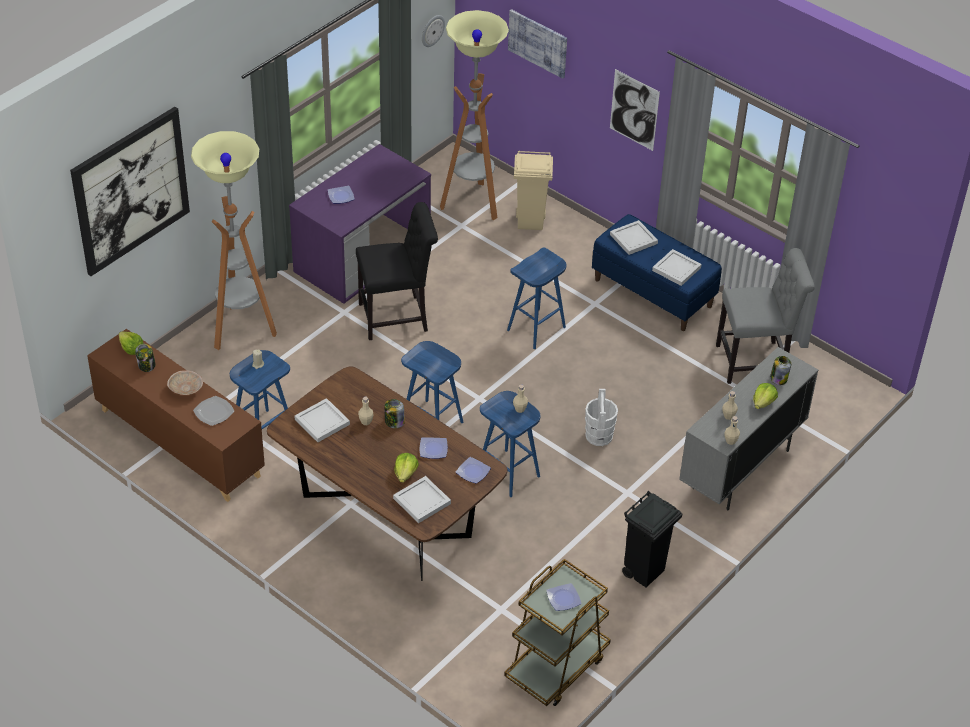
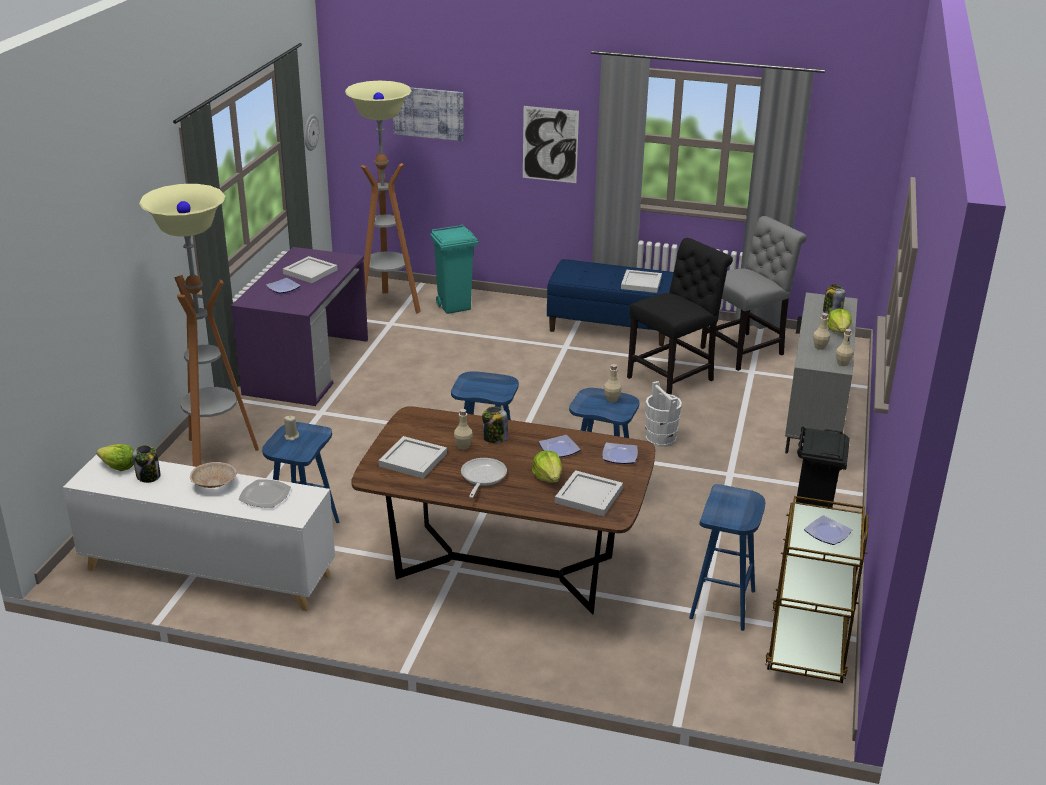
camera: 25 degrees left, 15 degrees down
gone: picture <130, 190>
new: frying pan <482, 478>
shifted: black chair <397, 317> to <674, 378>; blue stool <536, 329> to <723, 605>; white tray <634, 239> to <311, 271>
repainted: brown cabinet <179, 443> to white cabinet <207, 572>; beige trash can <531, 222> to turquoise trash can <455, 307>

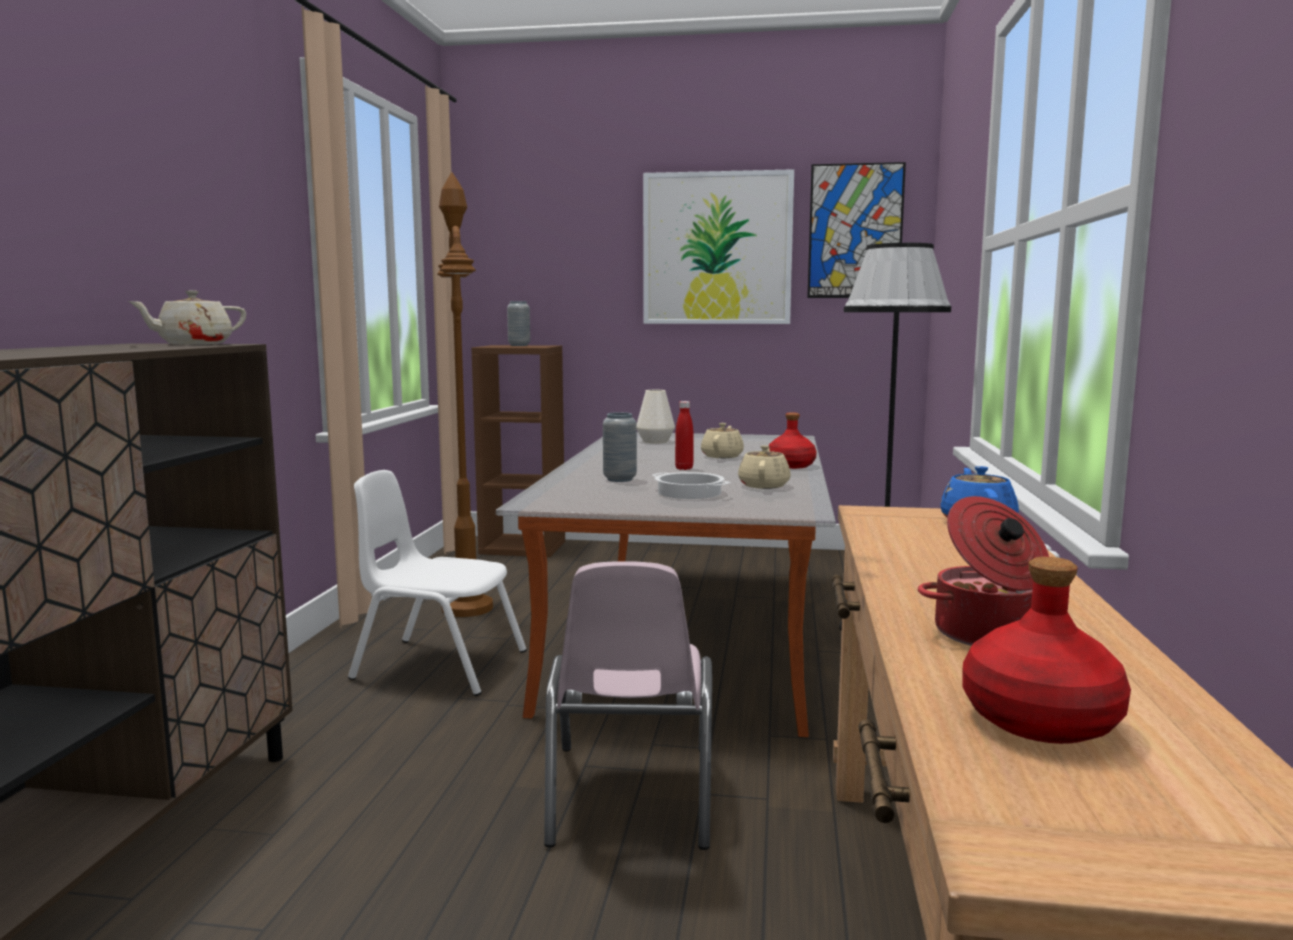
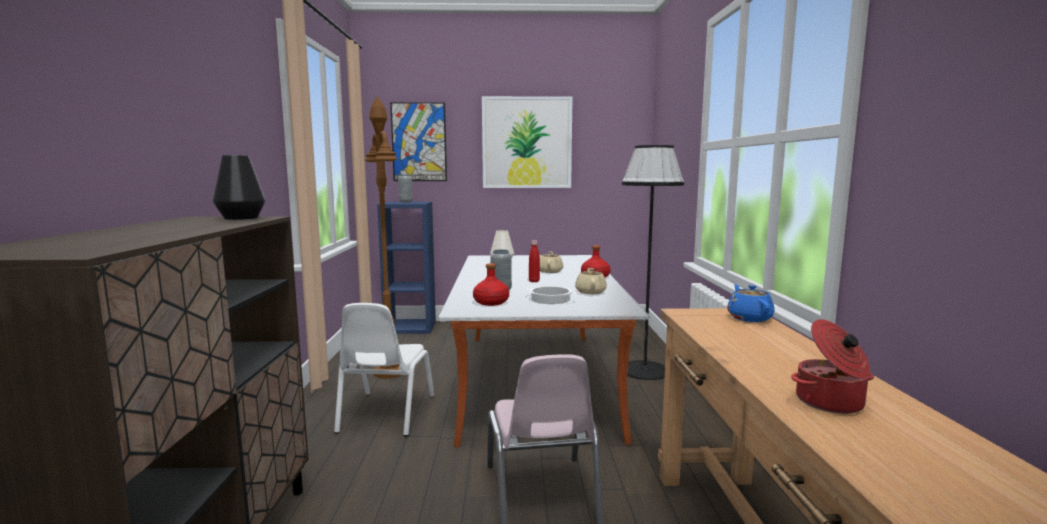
camera: 10 degrees left, 0 degrees up
shifted: picture <855, 231> to <419, 142>; red bottle <1038, 720> to <490, 302>
swapped: beige teapot <194, 344> to black vase <241, 218>
repainted: brown bookcase <524, 547> to blue bookcase <411, 327>
rotated: white chair <439, 665> = <386, 414> 90 degrees counterclockwise

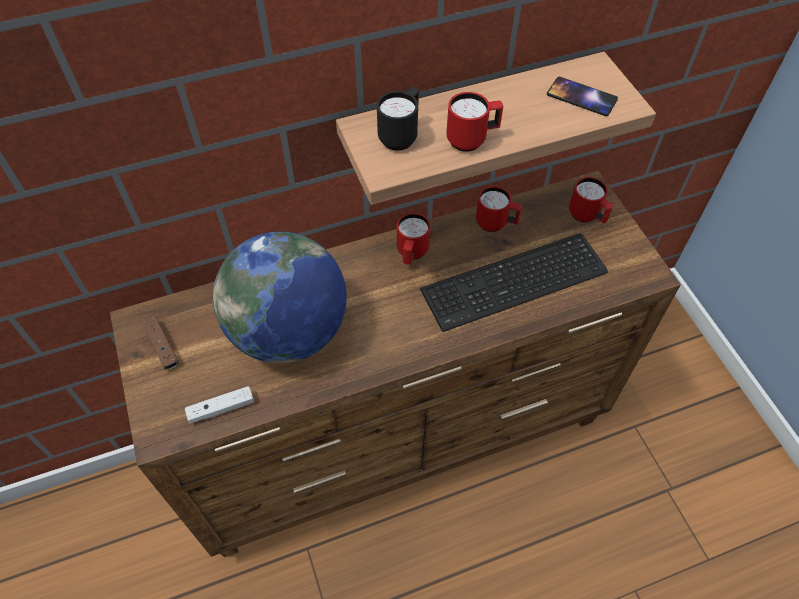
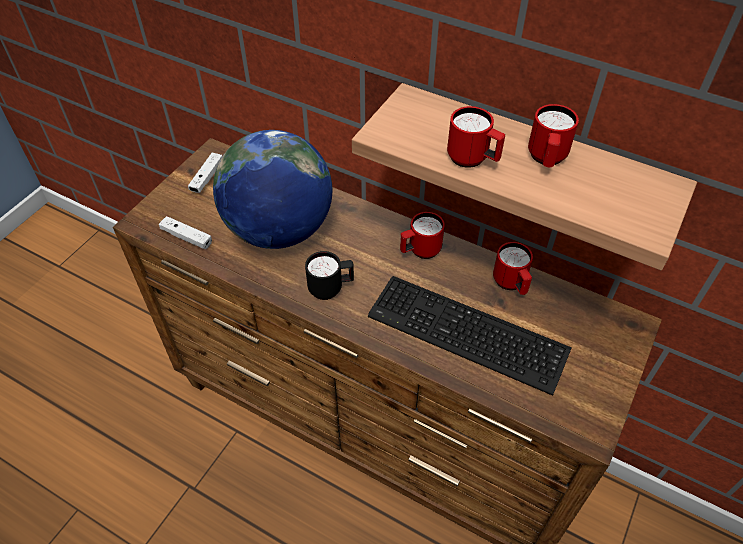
camera: 50 degrees right, 5 degrees down
gone: phone <581, 97>
shifted: black mug <401, 136> to <331, 288>; red mug <587, 217> to <546, 160>
repainted: brown game controller <162, 346> to white game controller <207, 177>

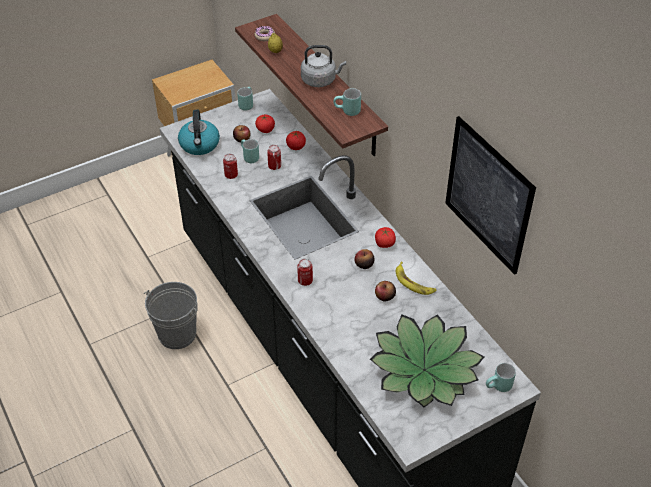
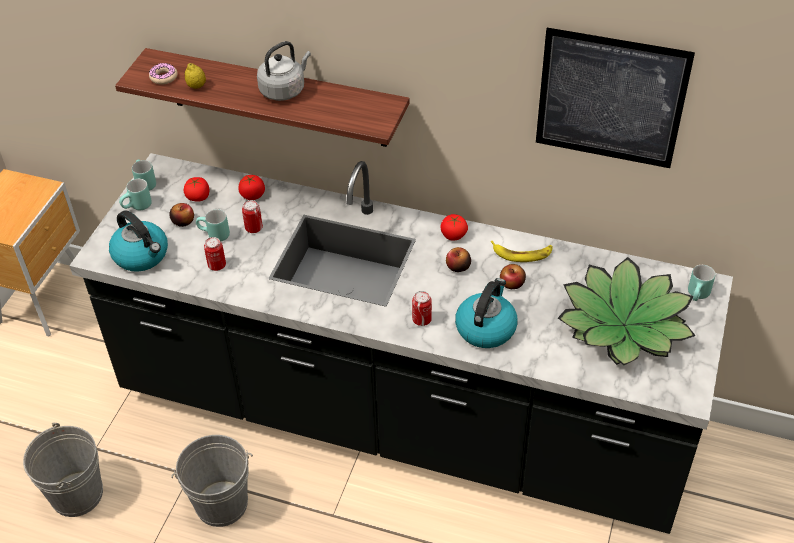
camera: 40 degrees left, 0 degrees up
new: grey bucket <77, 494>; kettle <486, 328>
shifted: turquoise mug <347, 112> to <138, 207>

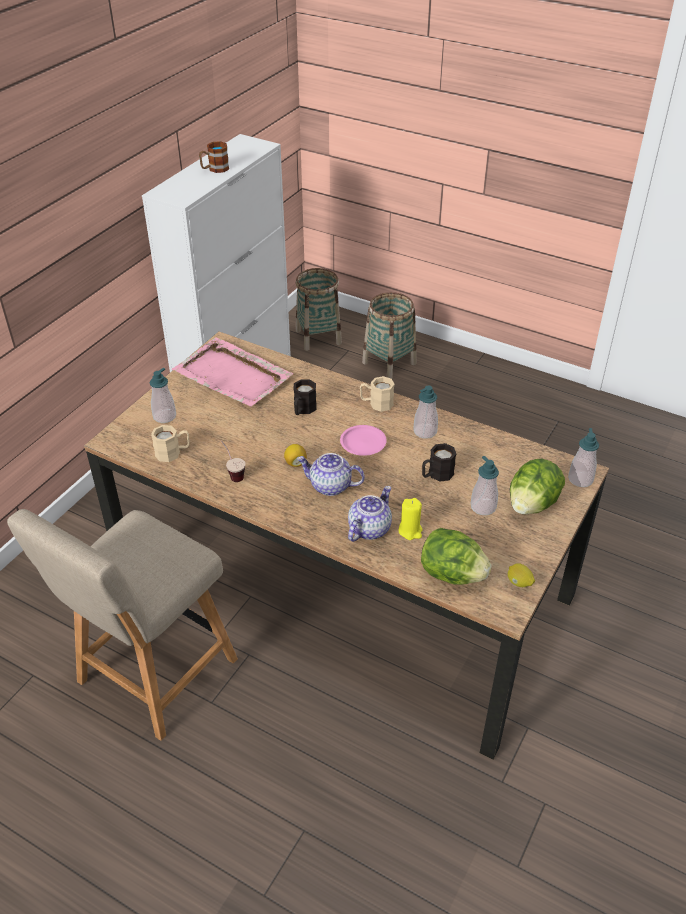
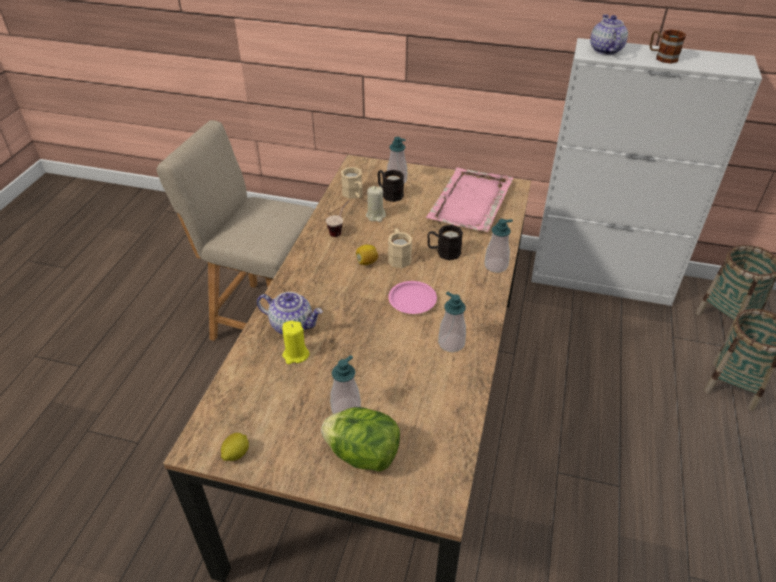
camera: 75 degrees right, 0 degrees up
gone: lettuce <452, 574>
new: beige candle <376, 216>
shifted: teapot <330, 486> to <605, 50>; beige mug <376, 403> to <398, 256>; black mug <436, 475> to <389, 194>; soap dispenser <580, 479> to <496, 266>

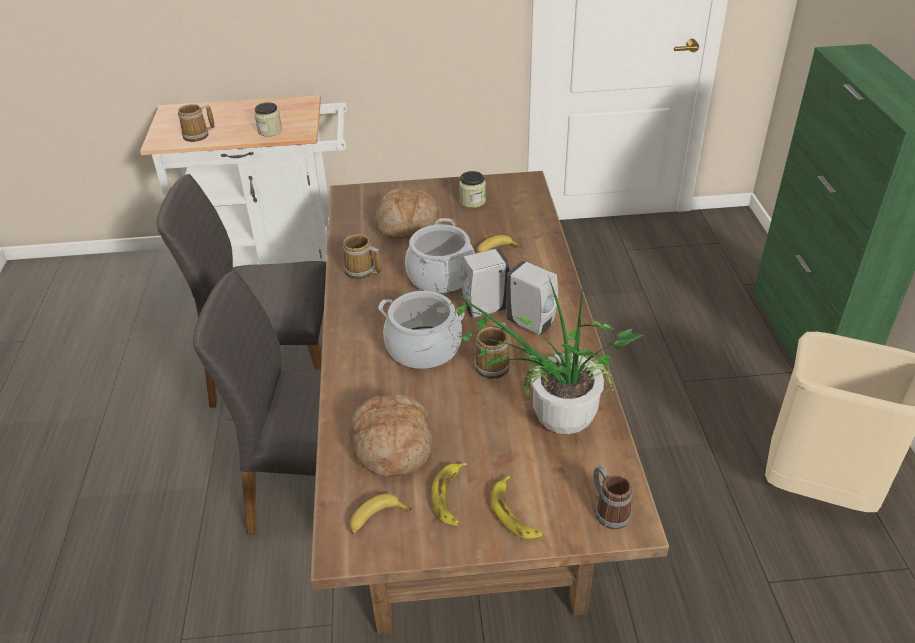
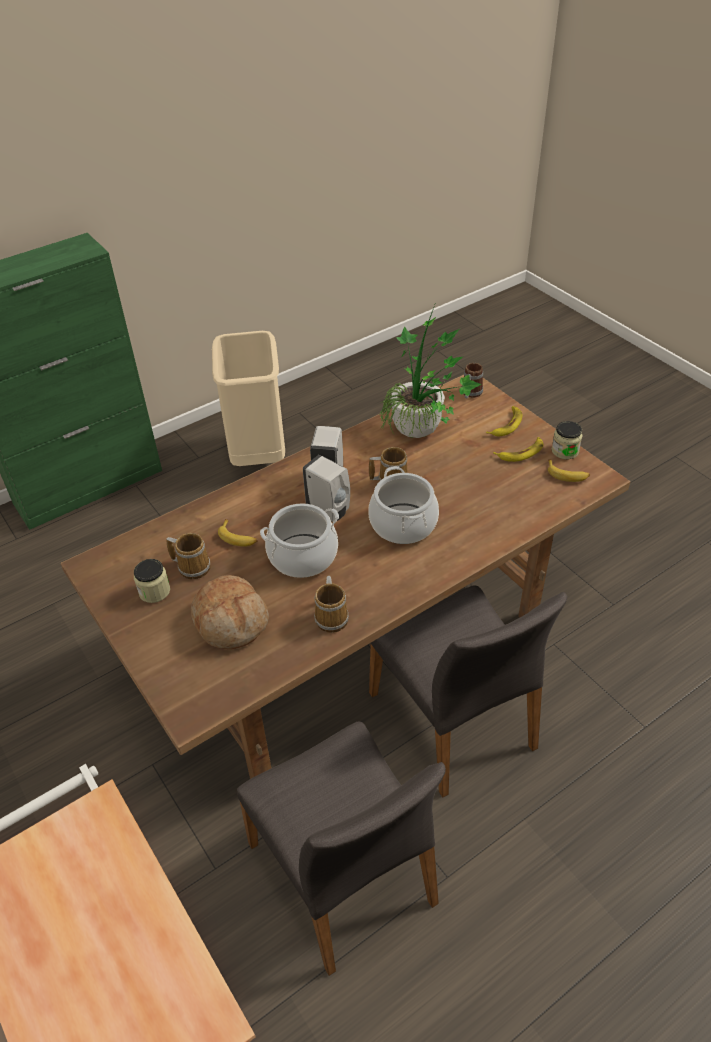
camera: 120 degrees left, 5 degrees up
gone: bread <391, 445>
shifted: mug <198, 135> to <193, 566>; jar <270, 131> to <565, 451>

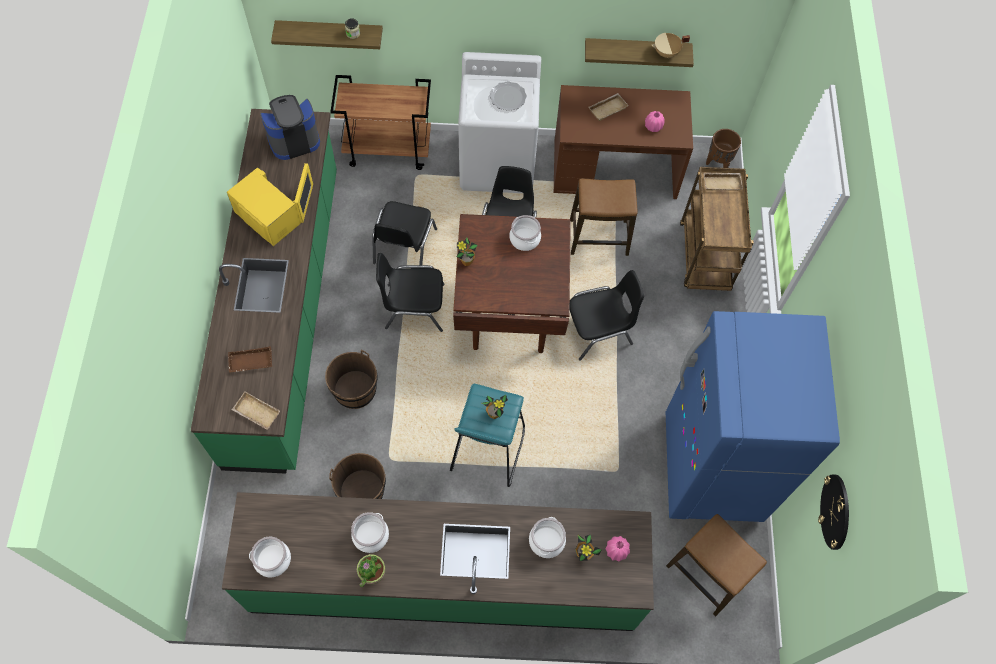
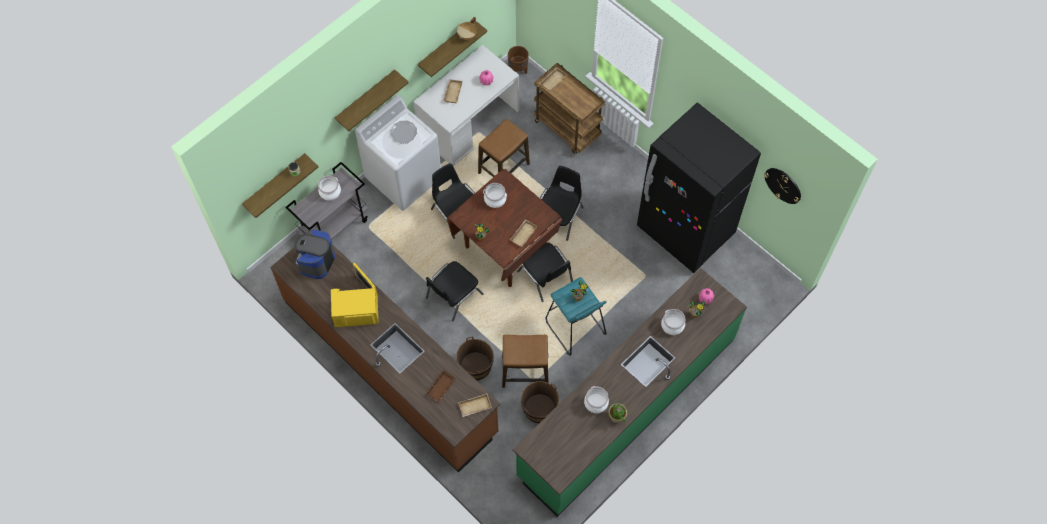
camera: 45 degrees left, 0 degrees up
new: shelf <366, 99>; beige tray <523, 234>
shifted: cooking pot <273, 559> to <330, 191>; black chair <403, 247> to <546, 277>; stool <706, 574> to <525, 372>
repainted: green counter <286, 313> to brown counter <390, 365>; brown cart <388, 150> to grey cart <334, 227>; brown desk <614, 168> to white desk <468, 123>; blue fridge <711, 468> to black fridge <685, 231>

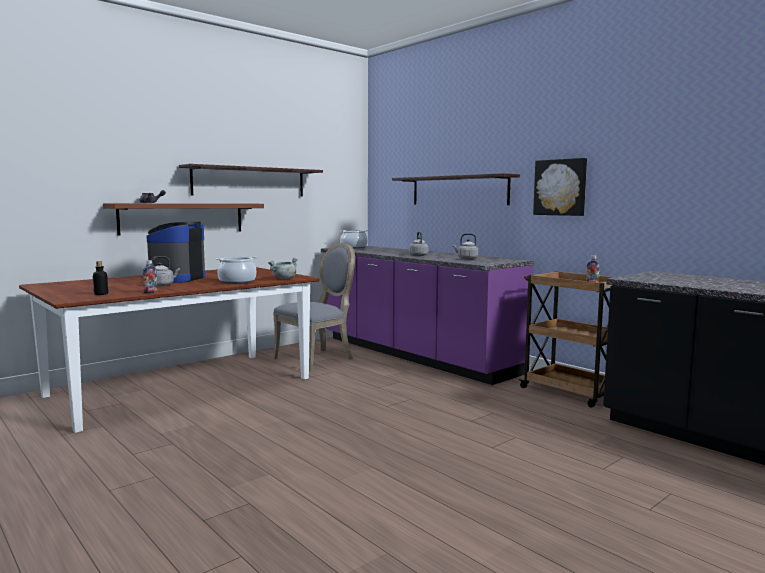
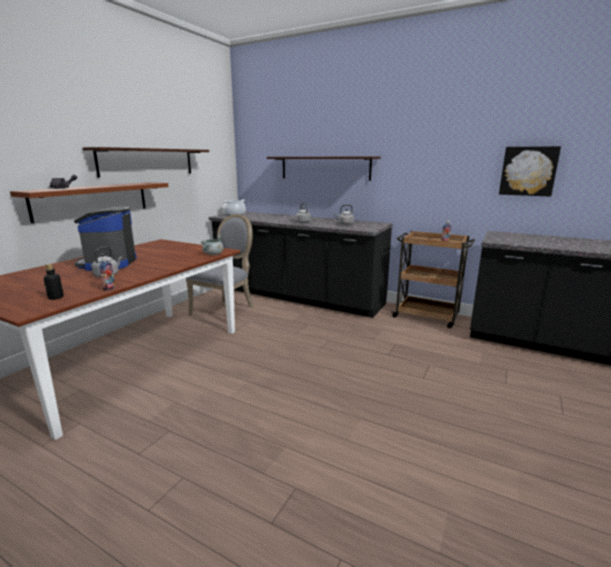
camera: 20 degrees left, 10 degrees up
gone: cooking pot <237, 281>
shifted: picture <560, 187> to <528, 171>
repainted: purple counter <414, 355> to black counter <296, 296>

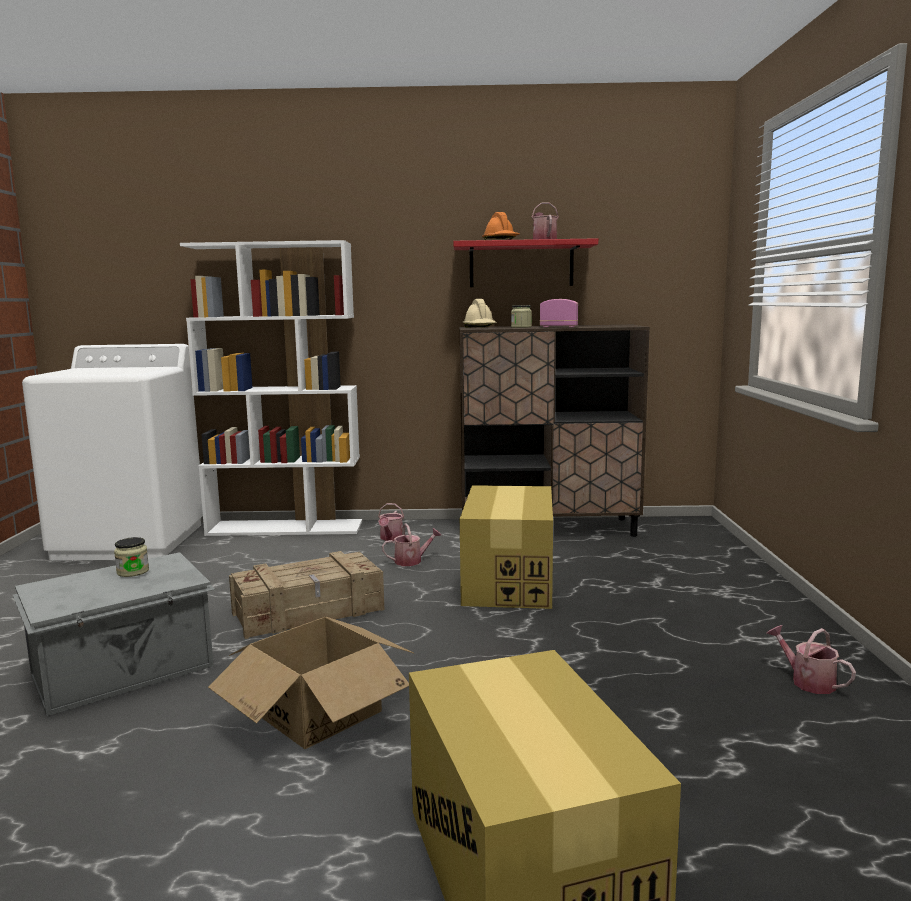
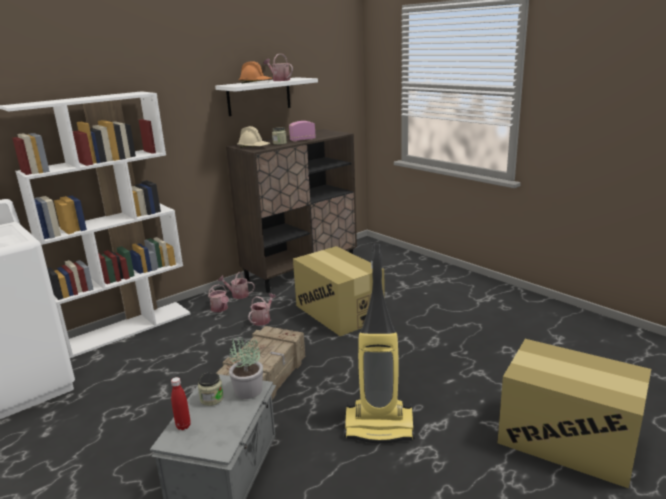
camera: 40 degrees left, 10 degrees up
new: red bottle <183, 426>; potted plant <248, 391>
shifted: watering can <807, 681> to <238, 295>
swapped: cardboard box <318, 712> to vacuum cleaner <379, 426>
repainted: red shelf <521, 265> to white shelf <259, 96>

